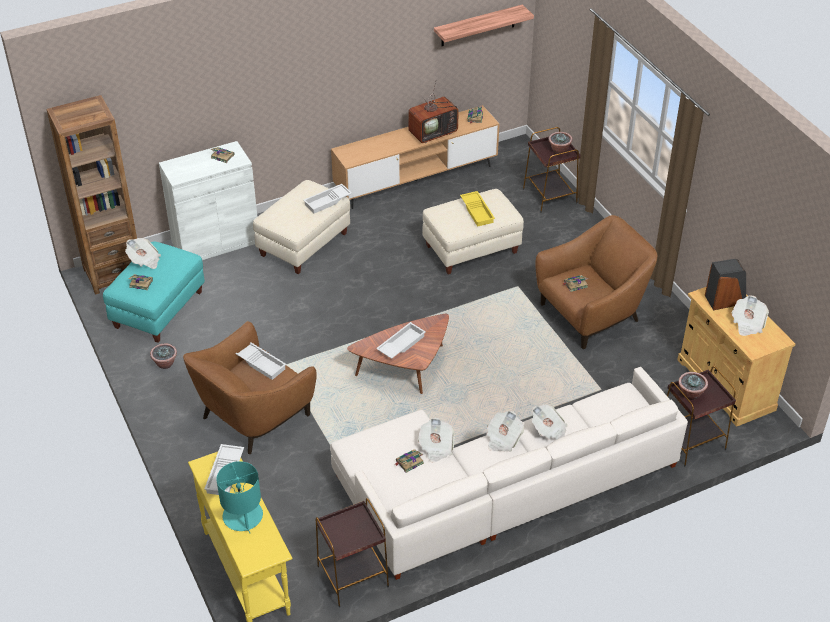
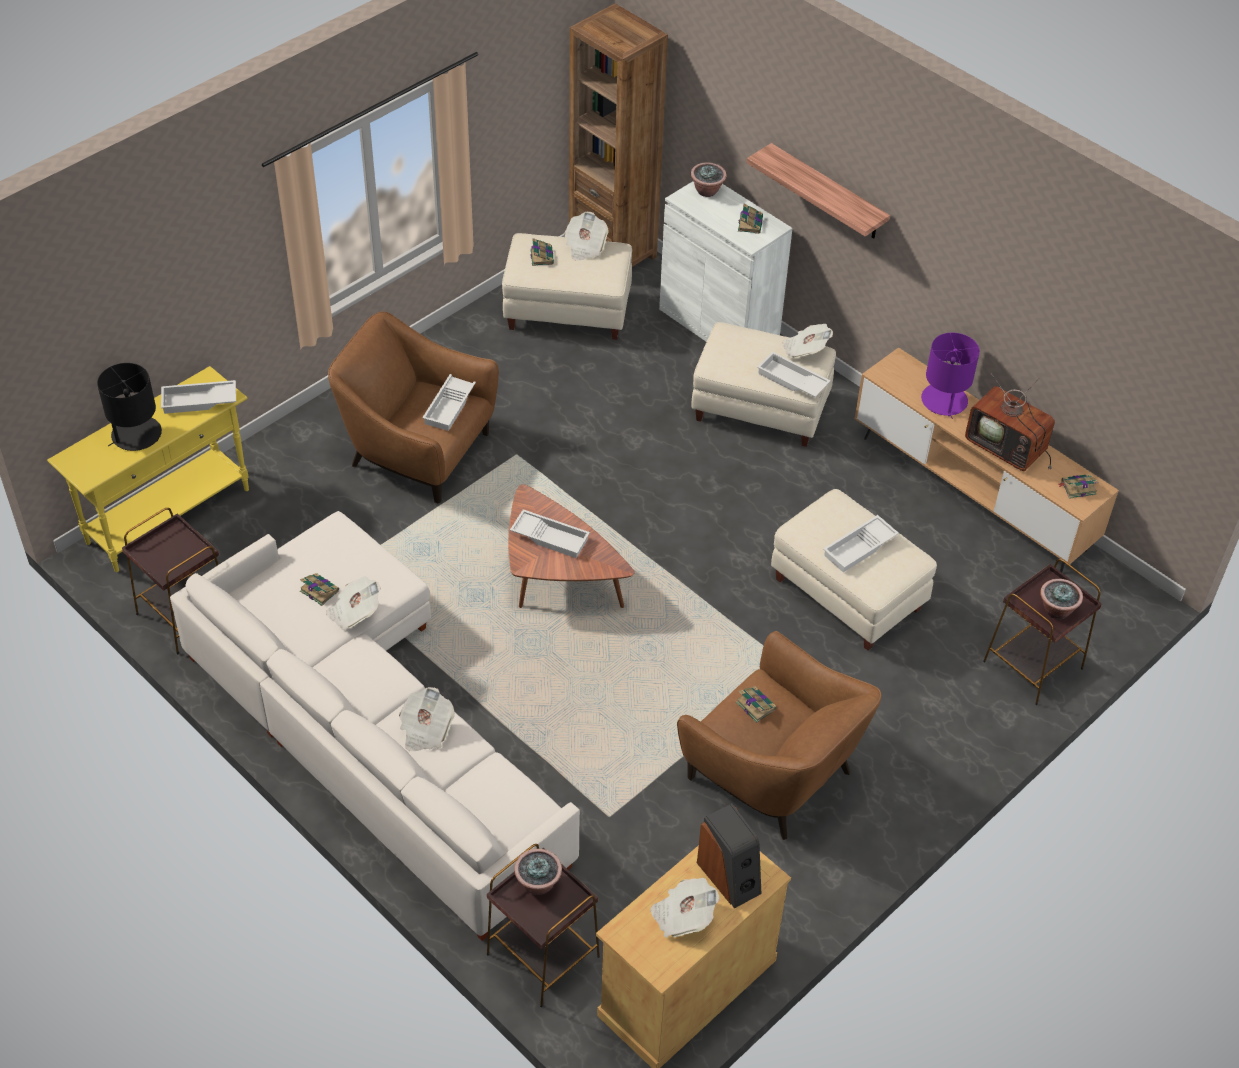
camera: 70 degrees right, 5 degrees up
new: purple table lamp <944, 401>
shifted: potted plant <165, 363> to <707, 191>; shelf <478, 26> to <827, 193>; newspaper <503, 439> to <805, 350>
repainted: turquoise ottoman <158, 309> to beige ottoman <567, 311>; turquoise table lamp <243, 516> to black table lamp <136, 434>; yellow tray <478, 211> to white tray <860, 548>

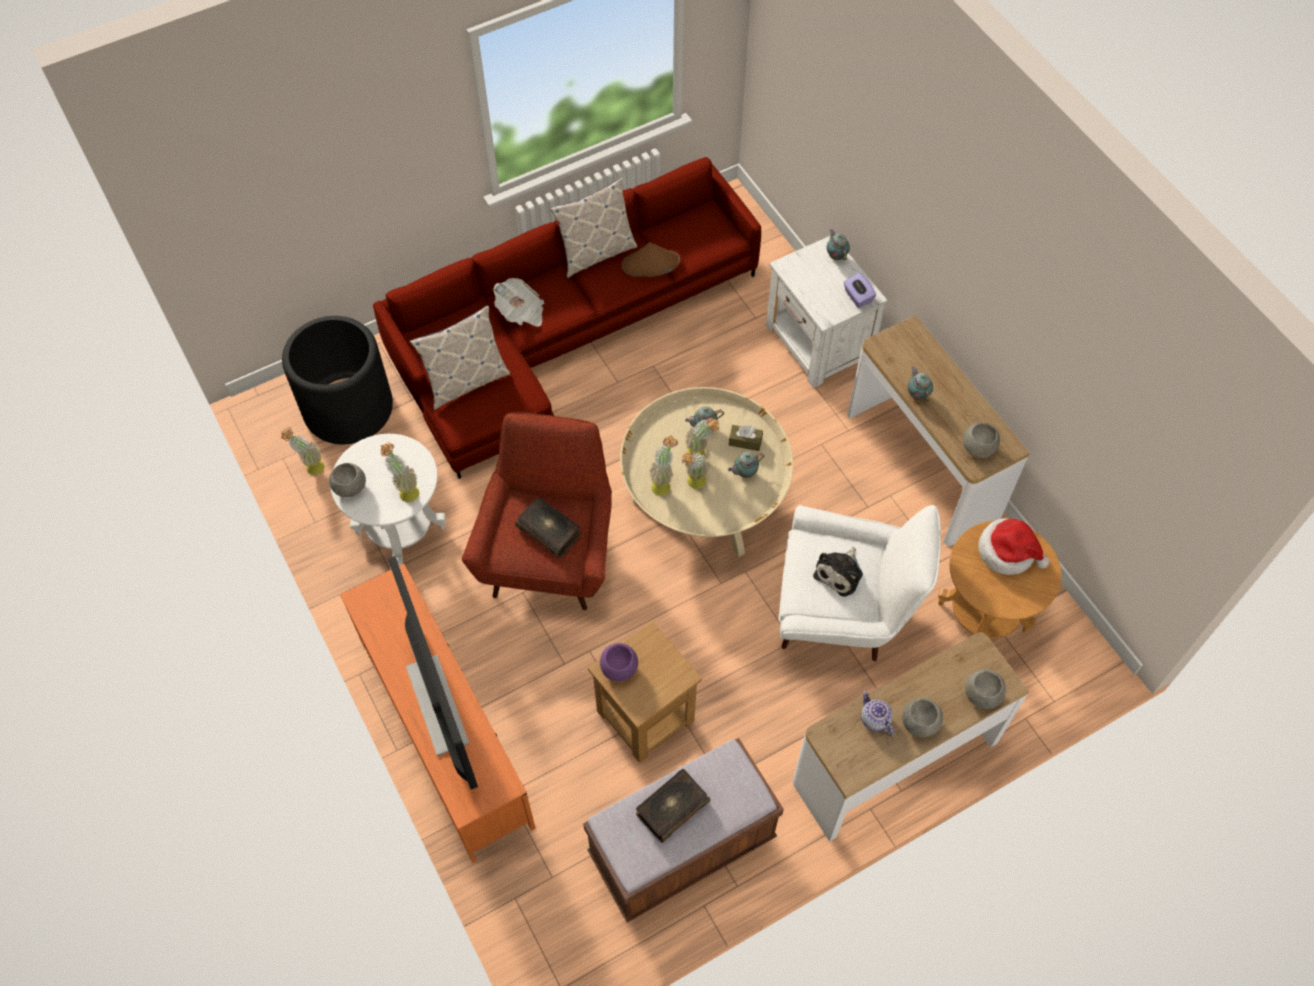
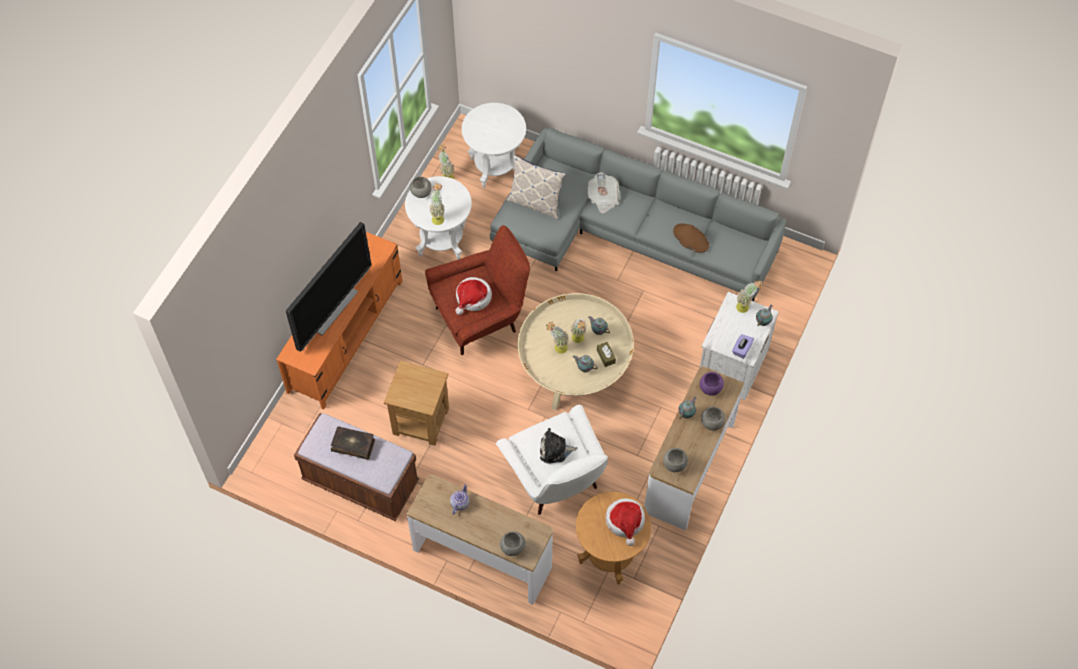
camera: 55 degrees right, 0 degrees up
gone: pillow <596, 253>
shifted: purple bowl <619, 668> to <710, 388>; potted plant <663, 483> to <746, 307>; grey bowl <920, 724> to <712, 423>
swapped: black planter <348, 408> to white side table <495, 167>; book <549, 531> to hat <473, 298>
repainted: red sofa <563, 333> to grey sofa <627, 233>

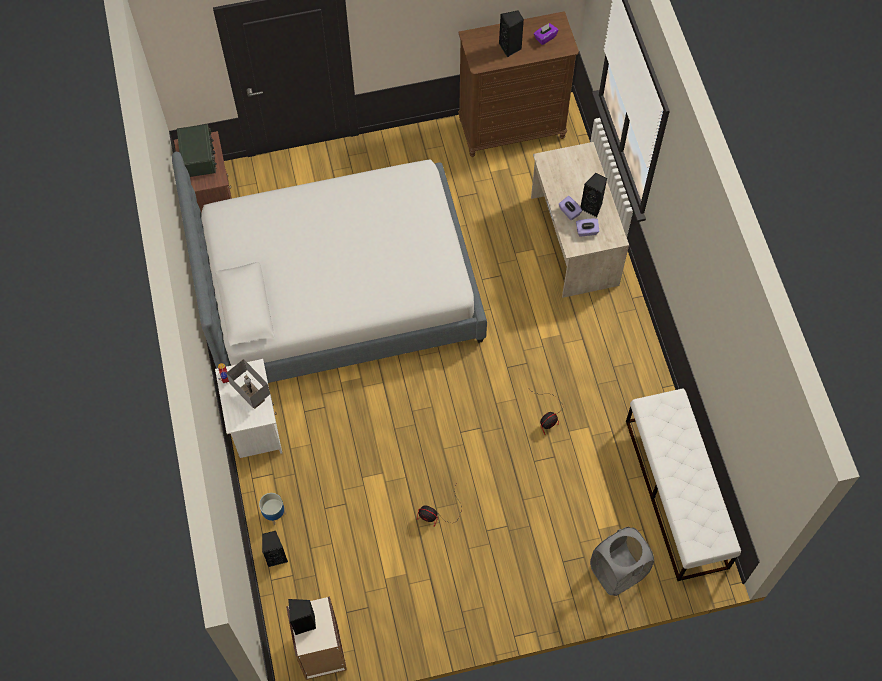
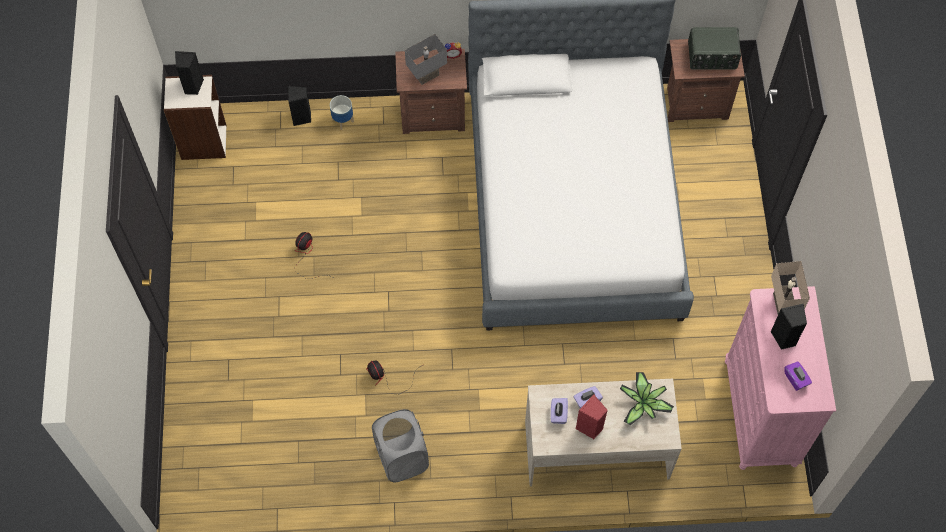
camera: 100 degrees right, 0 degrees up
gone: white bench <676, 493>
new: potted plant <644, 404>; beige table lamp <784, 303>
shifted: grey laundry basket <617, 572> to <401, 458>
repainted: white nightstand <255, 428> to brown nightstand <433, 114>; brown dresser <512, 129> to pink dresser <760, 413>; black speaker <592, 207> to red speaker <590, 427>

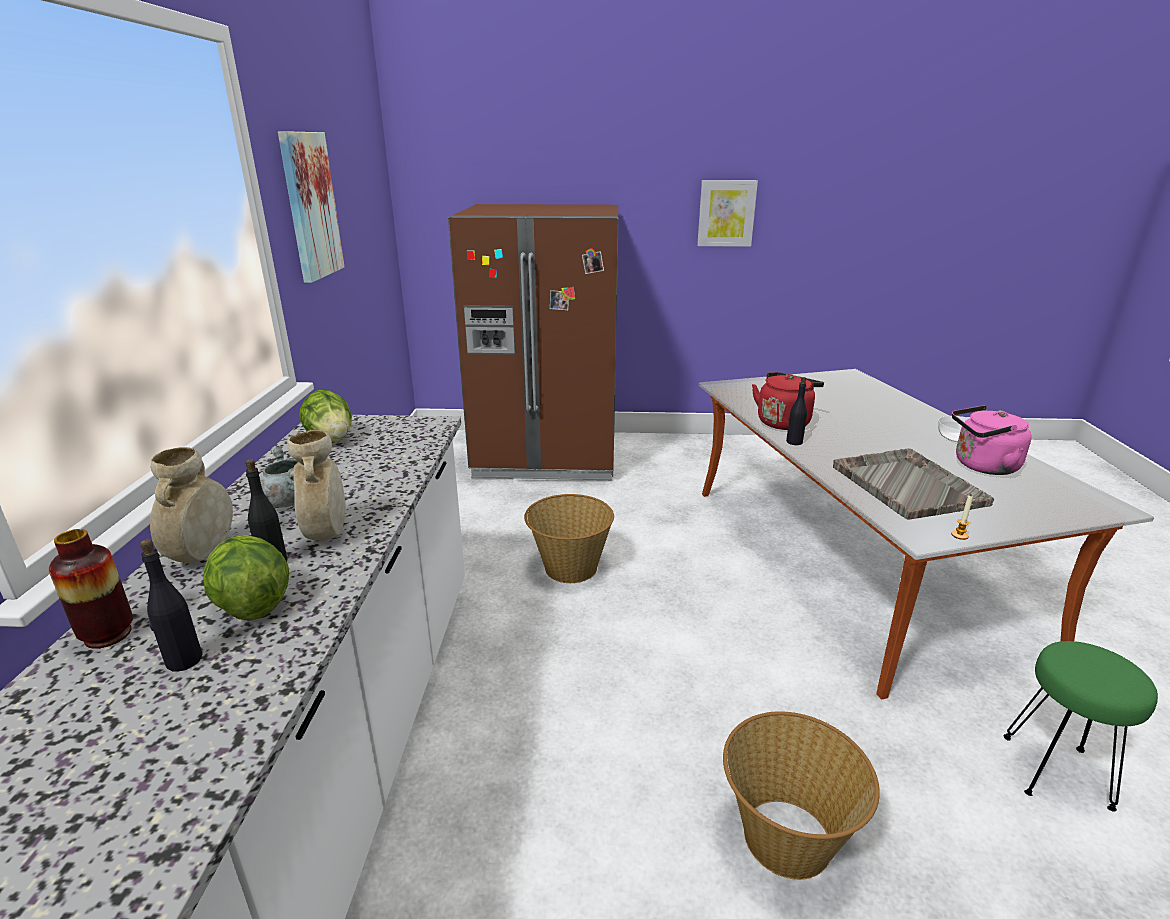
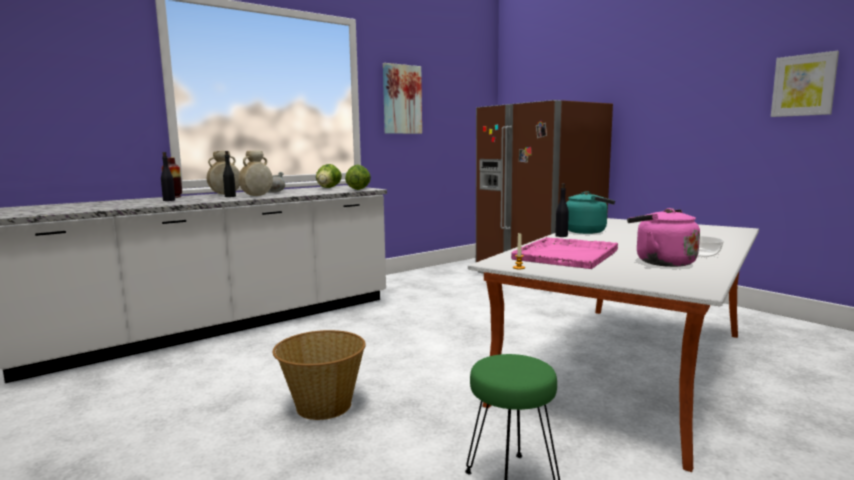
camera: 50 degrees right, 15 degrees down
gone: basket <569, 568>
shifted: lettuce <251, 605> to <358, 189>; picture <726, 213> to <804, 85>
repainted: red kettle <784, 422> to turquoise kettle <587, 231>; grey tray <906, 484> to pink tray <566, 254>

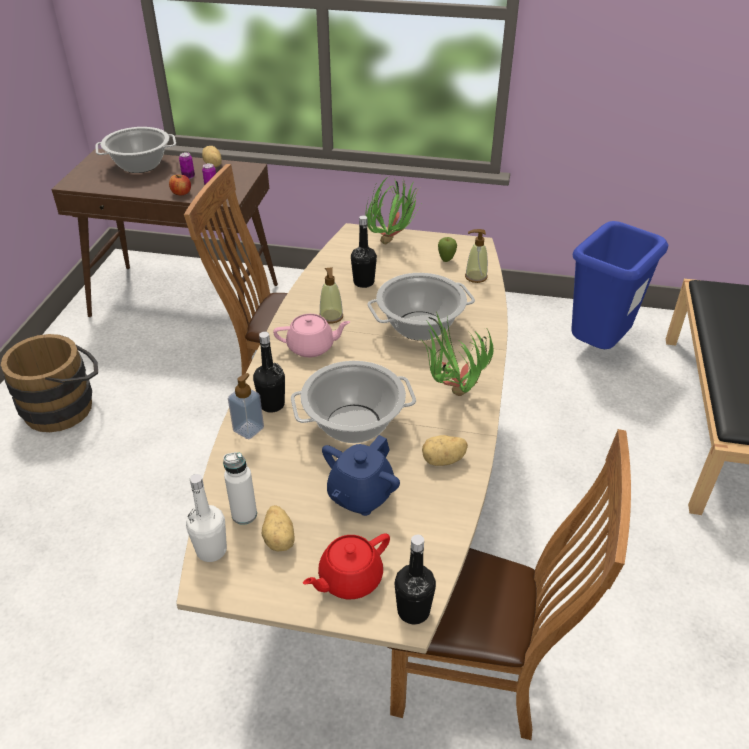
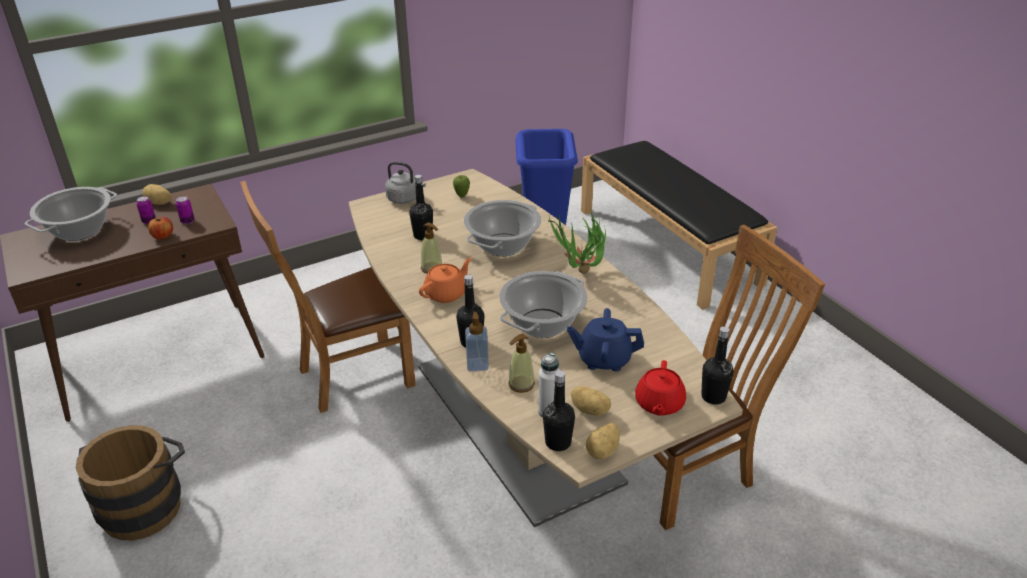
camera: 40 degrees left, 5 degrees down
shifted: potato <443, 460> to <603, 451>; soap dispenser <475, 277> to <521, 384>
swapped: potted plant <393, 241> to grey kettle <405, 199>
repainted: white bottle <211, 550> to black bottle <558, 442>; pink teapot <312, 347> to orange teapot <446, 293>
rotated: blue teapot <360, 495> = <604, 359> 105 degrees clockwise

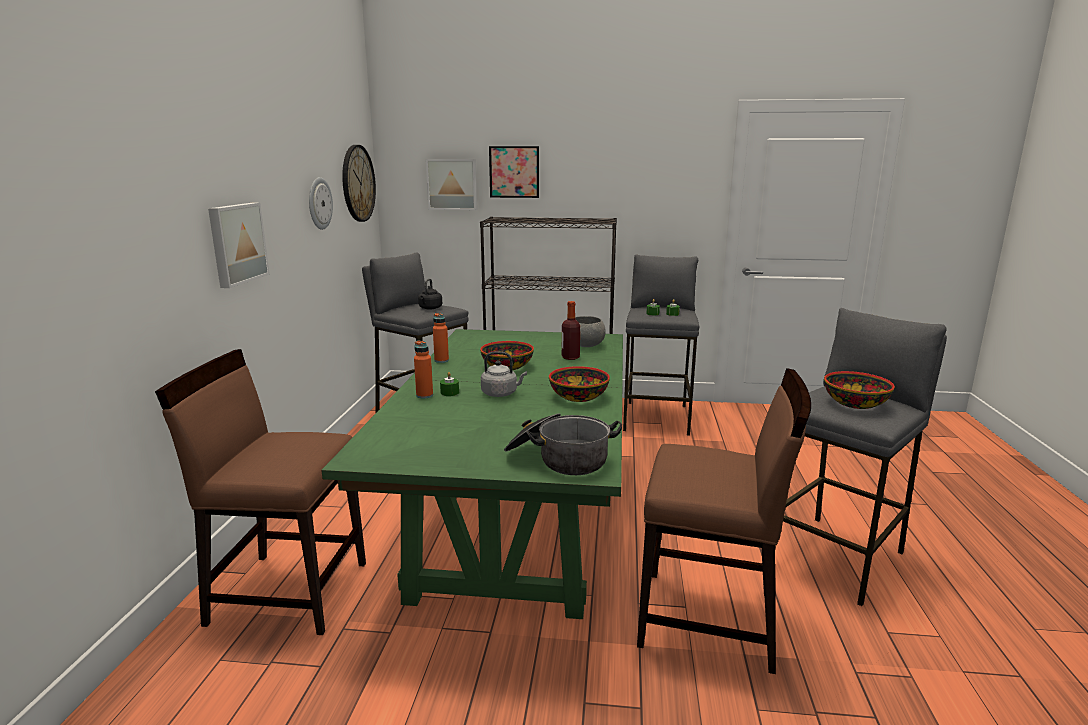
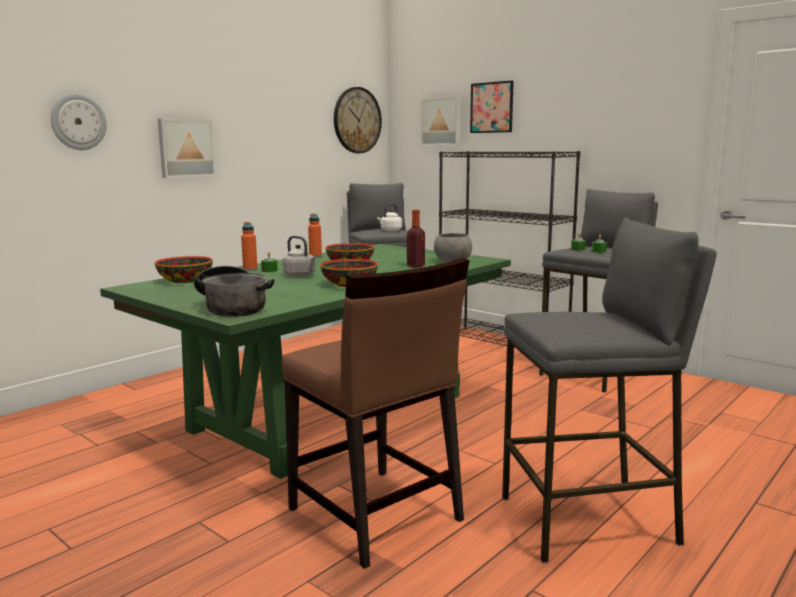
camera: 35 degrees right, 5 degrees down
gone: brown chair <288, 591>
shifted: wall clock <319, 203> to <78, 122>; bowl <855, 403> to <184, 281>
repainted: black kettle <430, 308> to white kettle <390, 230>

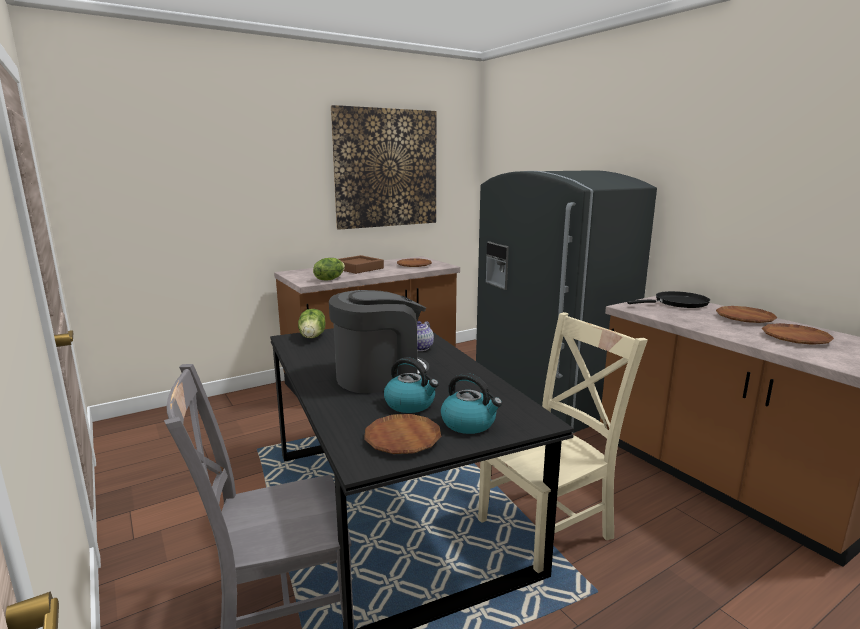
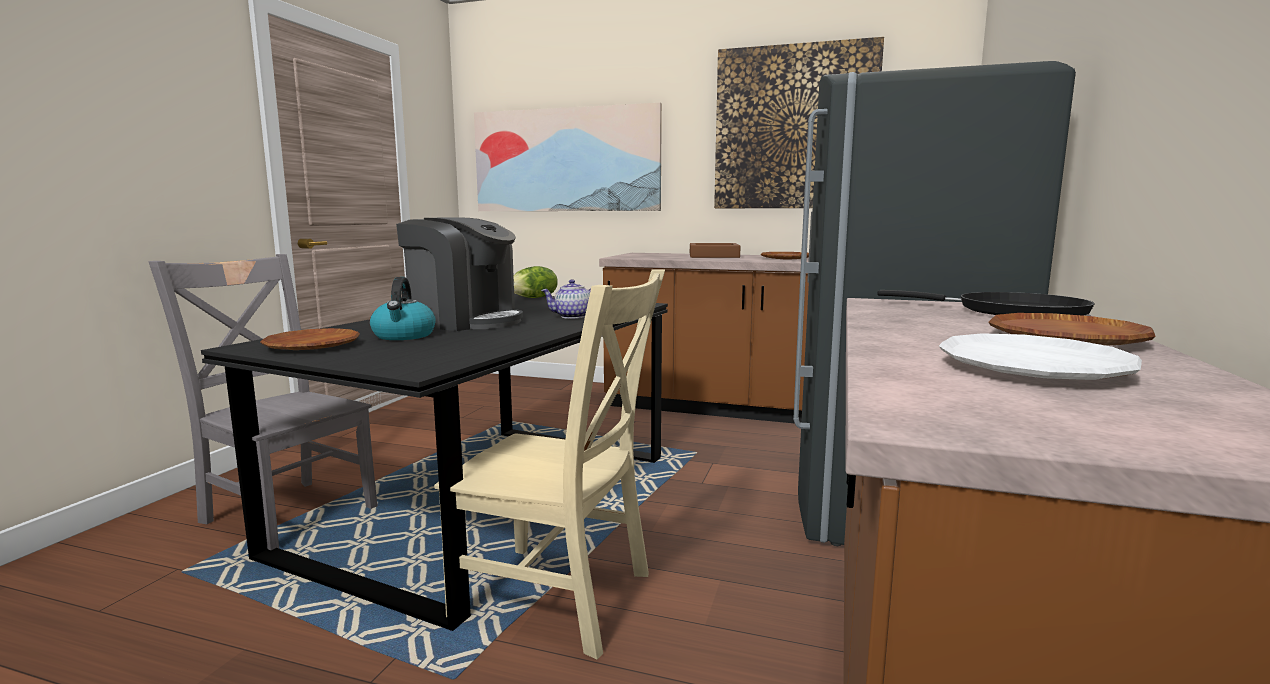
camera: 50 degrees right, 5 degrees down
gone: lettuce <329, 279>; kettle <469, 423>
new: picture <565, 160>
repainted: brown plate <795, 338> to white plate <1032, 368>

